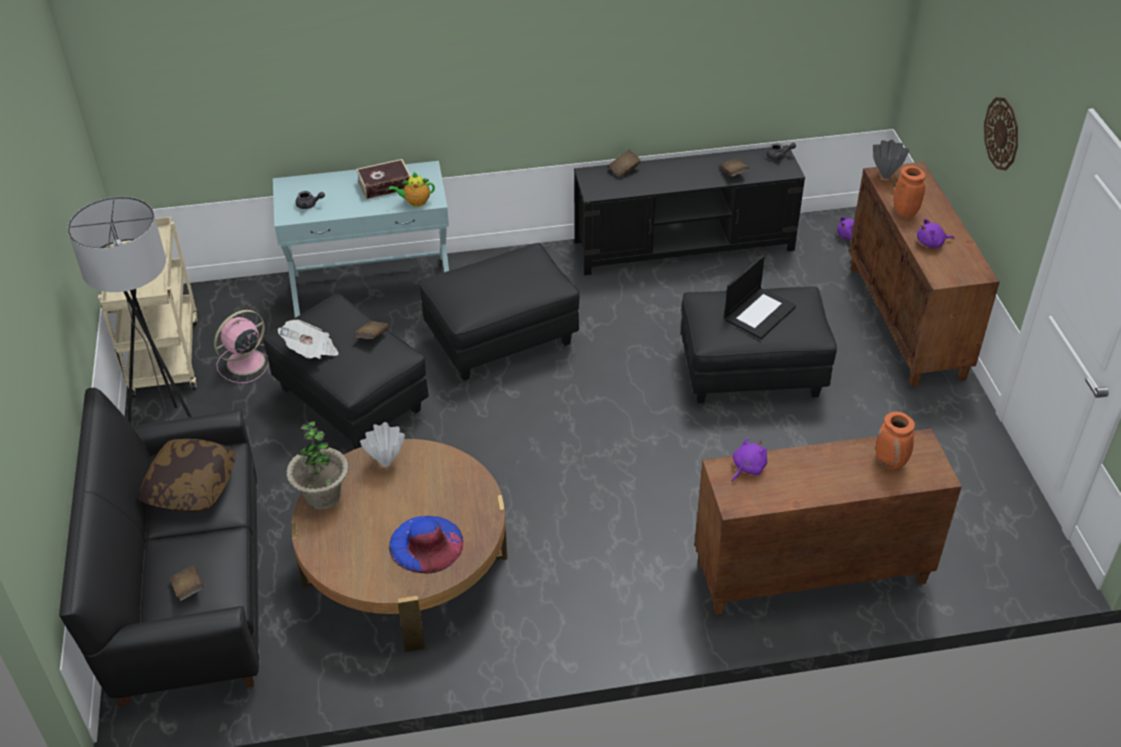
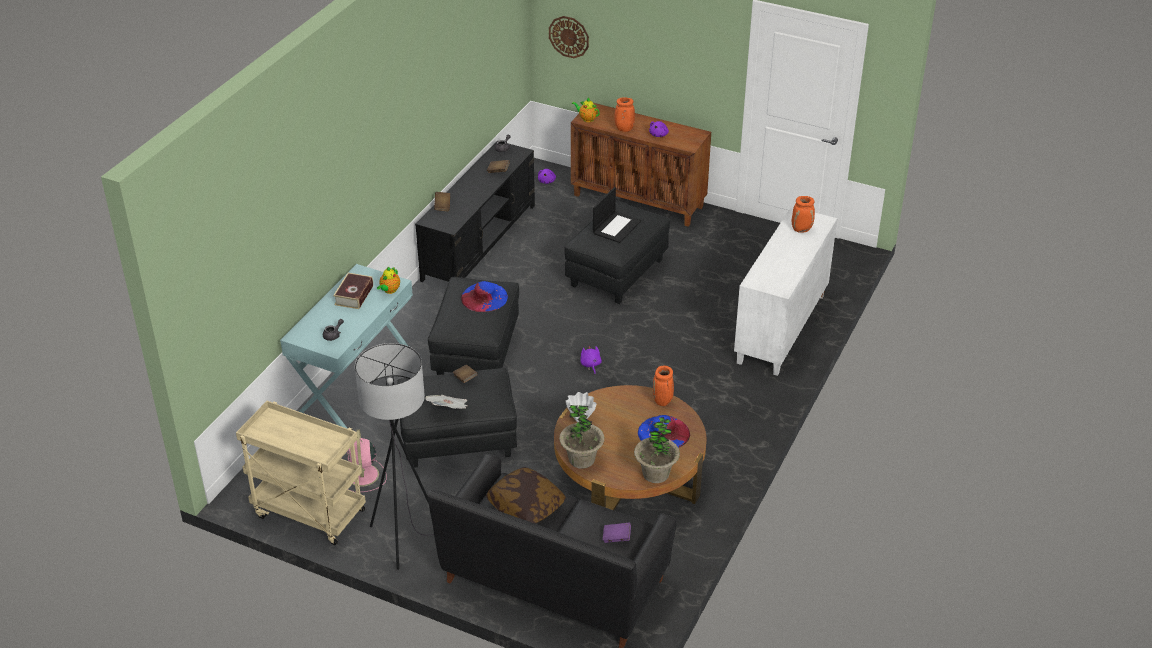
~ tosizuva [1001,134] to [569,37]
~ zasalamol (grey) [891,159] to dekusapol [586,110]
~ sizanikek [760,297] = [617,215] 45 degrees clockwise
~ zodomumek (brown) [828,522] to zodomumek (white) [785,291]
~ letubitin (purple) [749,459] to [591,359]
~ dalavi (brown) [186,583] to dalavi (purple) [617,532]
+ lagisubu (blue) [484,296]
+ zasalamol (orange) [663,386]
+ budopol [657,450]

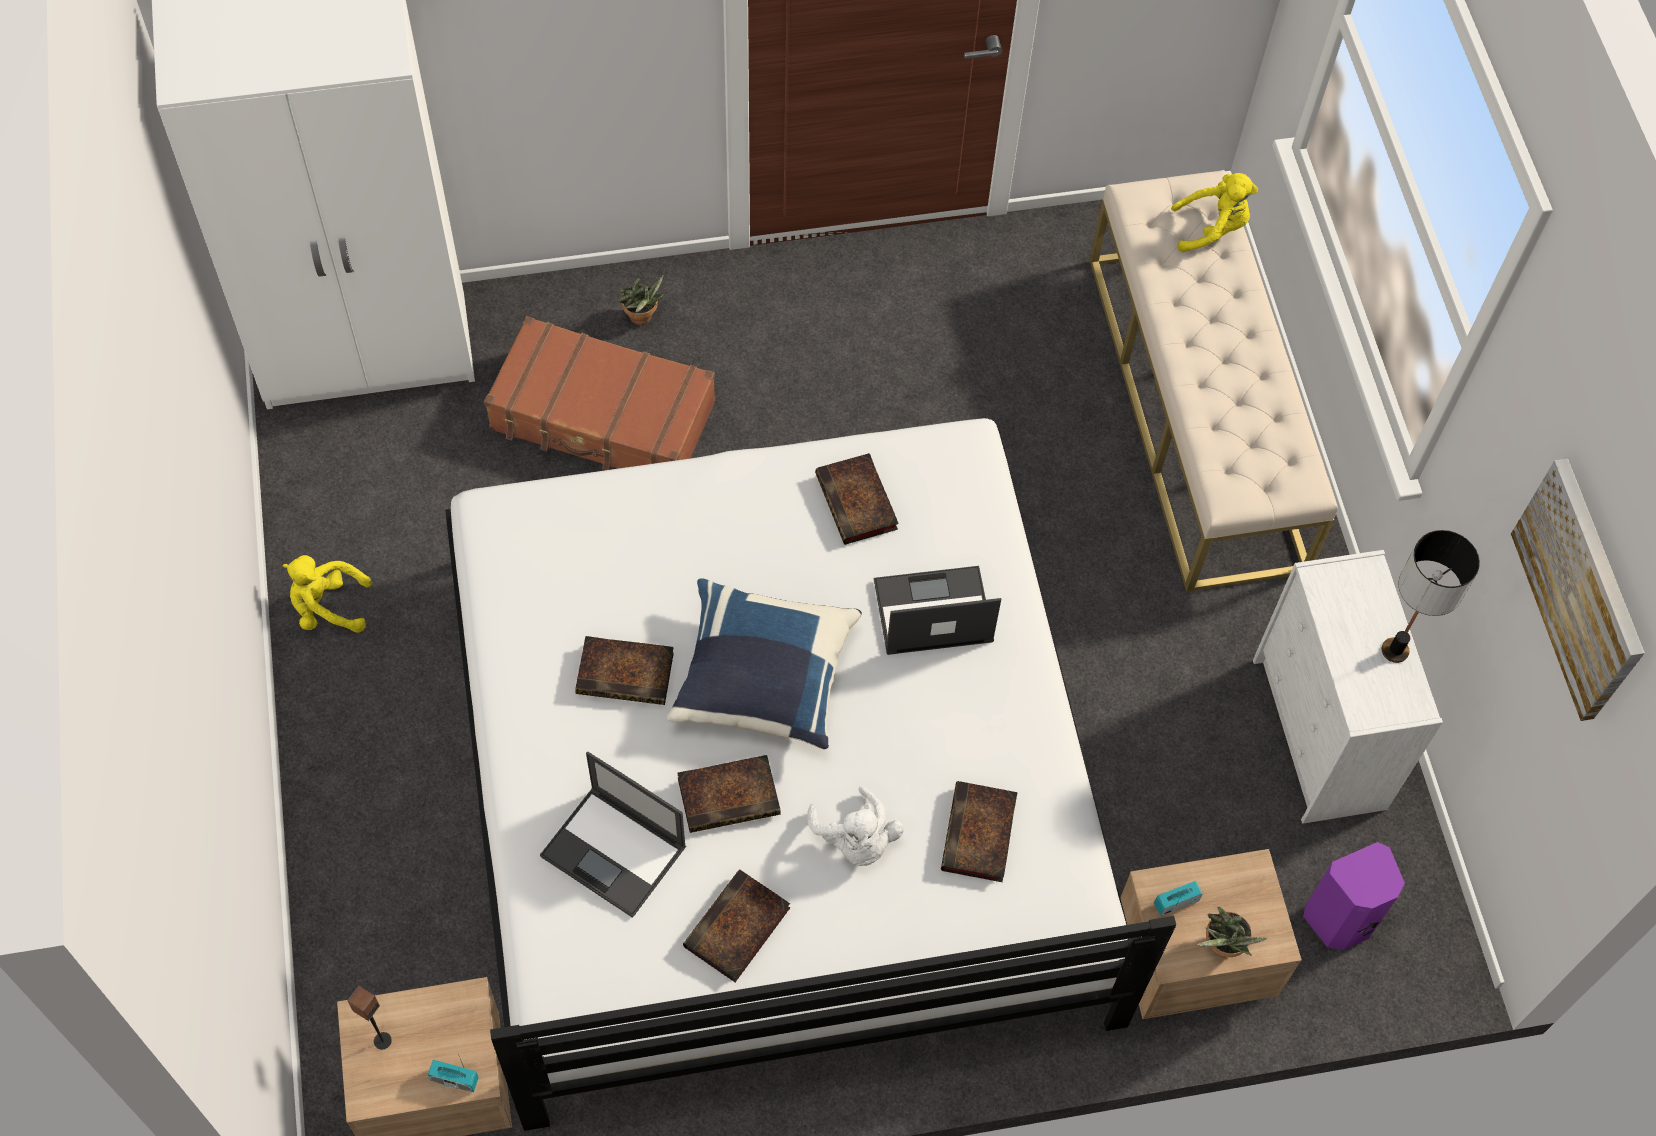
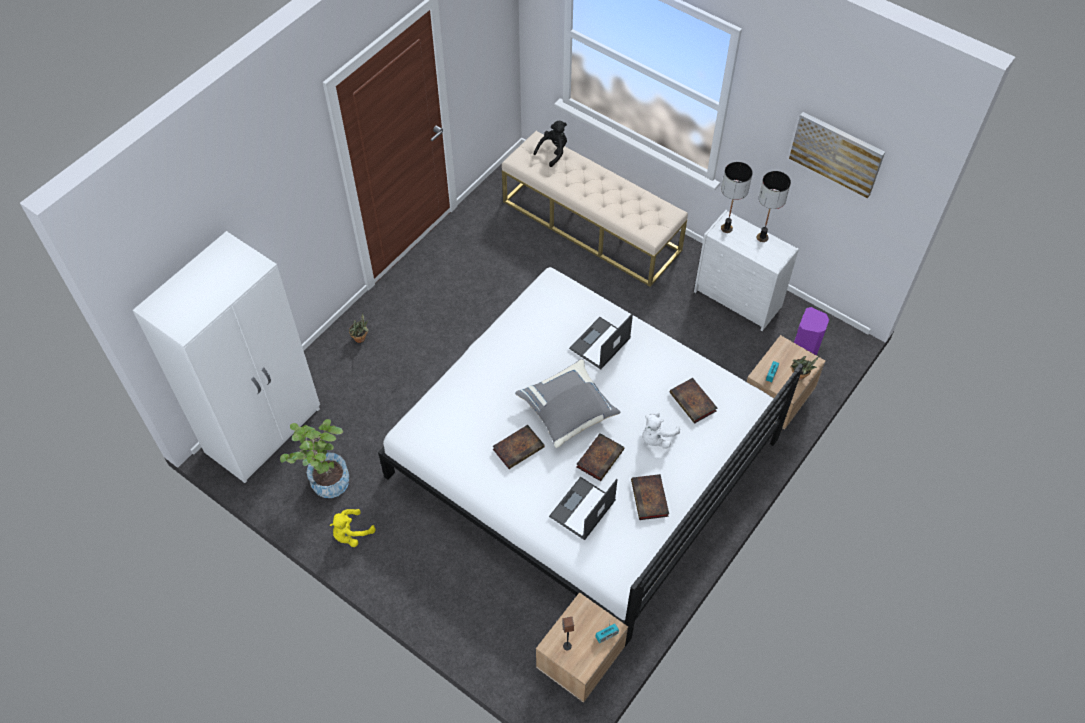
~ letubitin (yellow) [1214,212] to letubitin (black) [550,144]
- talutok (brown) [599,393]
- dalavi [857,499]
~ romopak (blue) [764,663] to romopak (grey) [567,403]
~ sizanikek [613,835] = [583,508] 135 degrees clockwise
~ letubitin (white) [855,826] = [661,430] 105 degrees clockwise
+ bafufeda [737,197]
+ budopol [314,458]

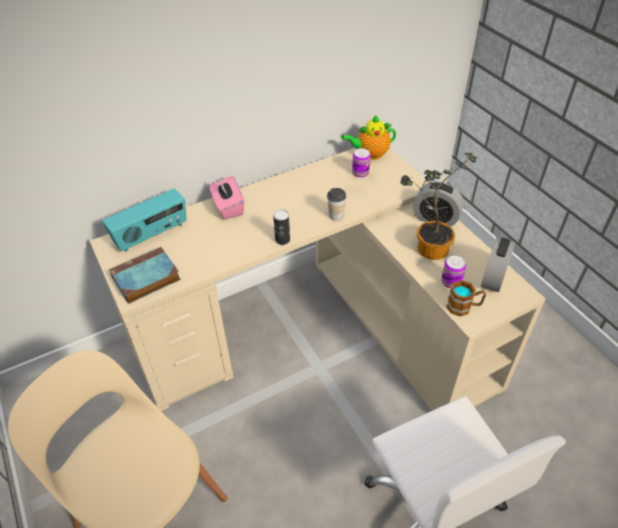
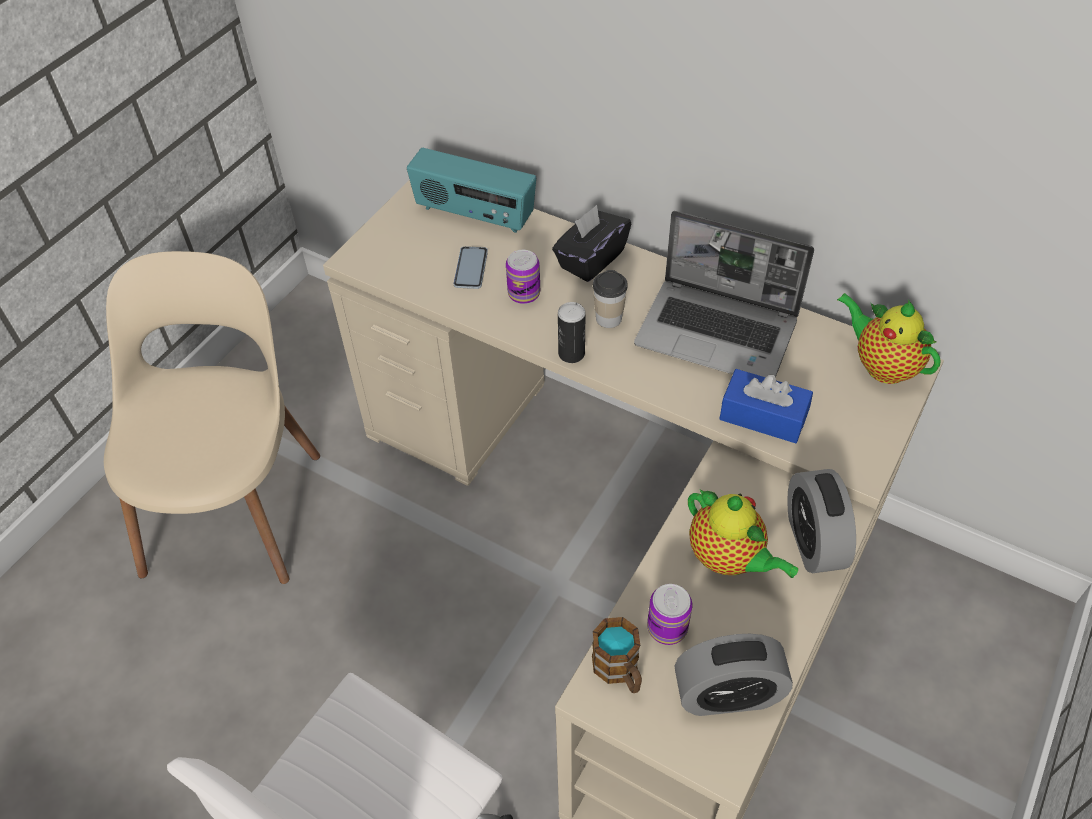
~ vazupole [361,163] to [523,277]
~ budopol [439,206] to dekusapol [743,533]
~ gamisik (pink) [226,197] to gamisik (black) [591,243]
~ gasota [336,204] to [610,299]
- dalavi [145,275]
+ sizanikek [724,294]
+ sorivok [471,267]
+ gamisik (blue) [766,406]

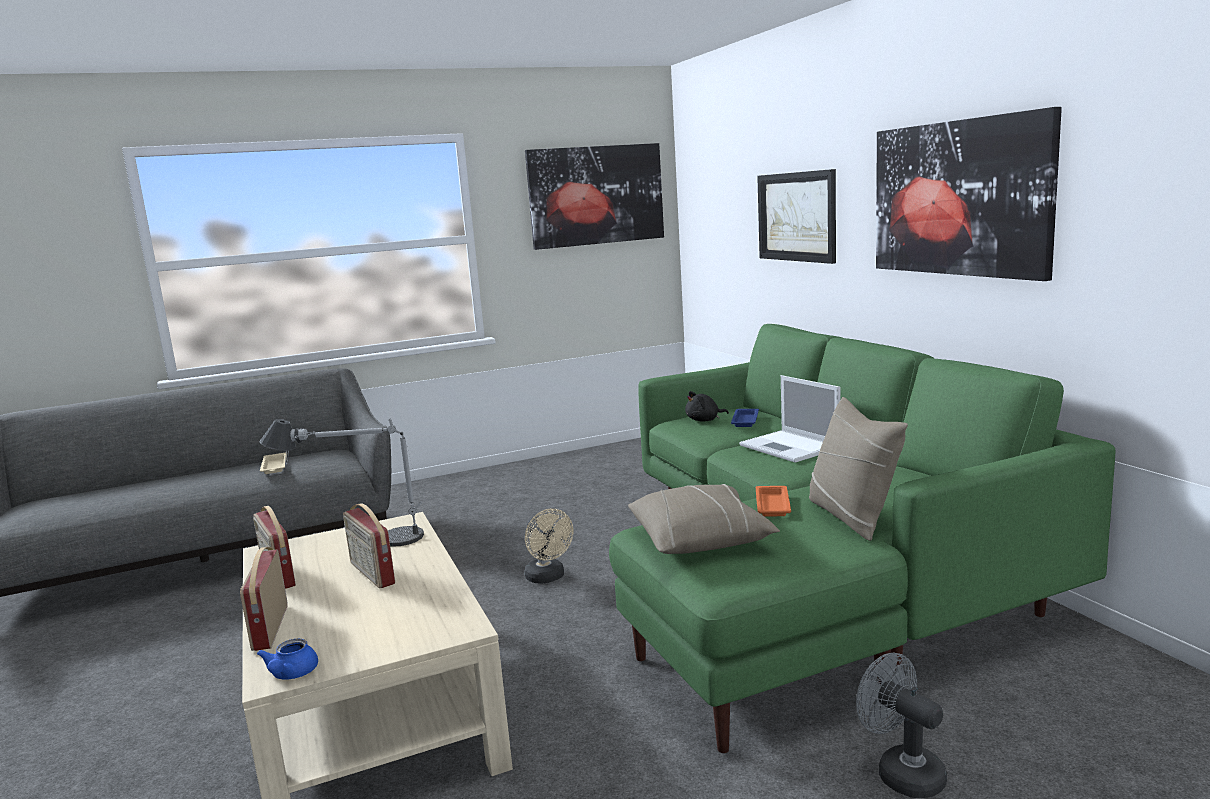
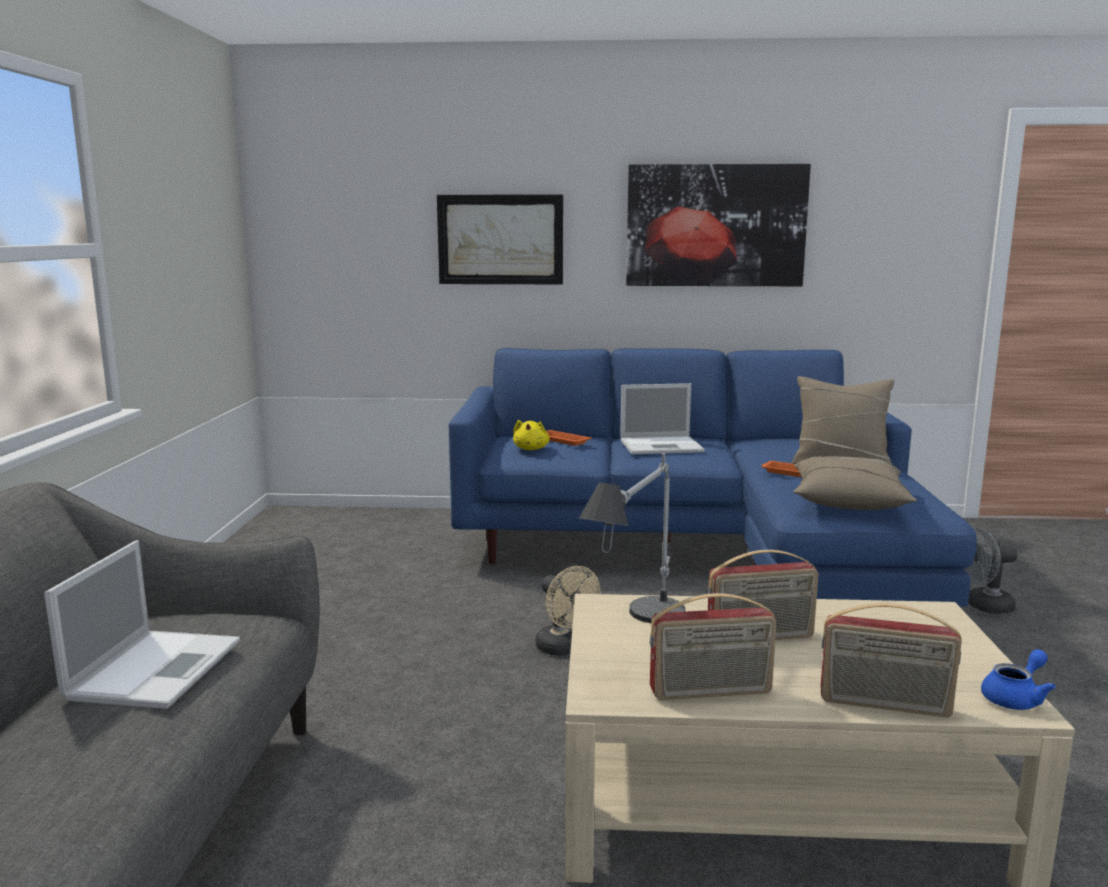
- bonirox [594,196]
~ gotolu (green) [862,538] to gotolu (blue) [713,477]
~ letubitin (black) [707,406] to letubitin (yellow) [531,435]
~ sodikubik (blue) [745,418] to sodikubik (orange) [569,438]
~ sodikubik (beige) [273,463] to sizanikek [142,624]
~ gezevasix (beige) [549,546] = [567,611] 60 degrees clockwise
~ dekusapol (blue) [287,659] = [1018,679] 60 degrees counterclockwise

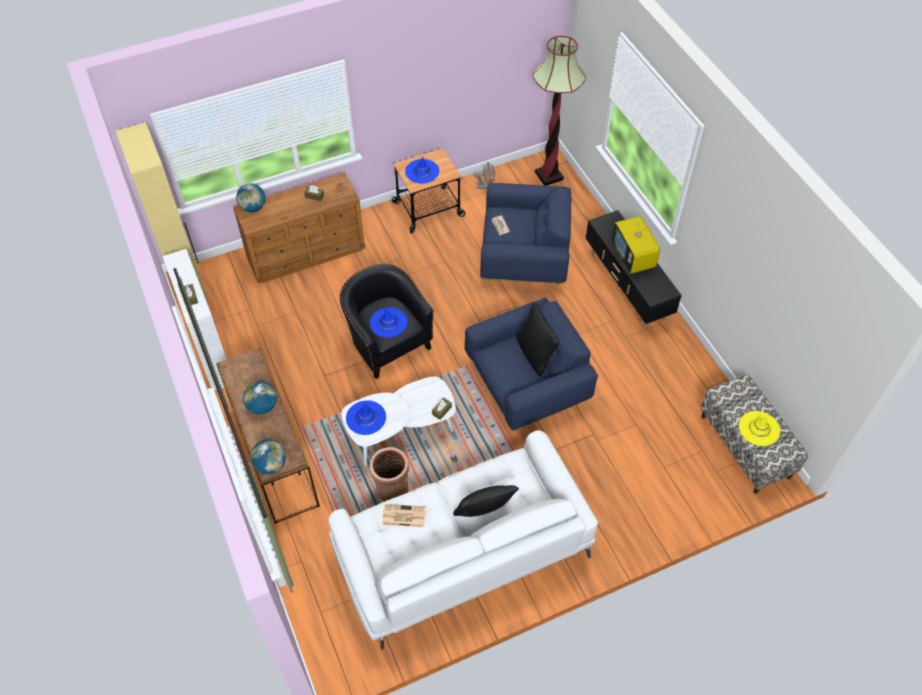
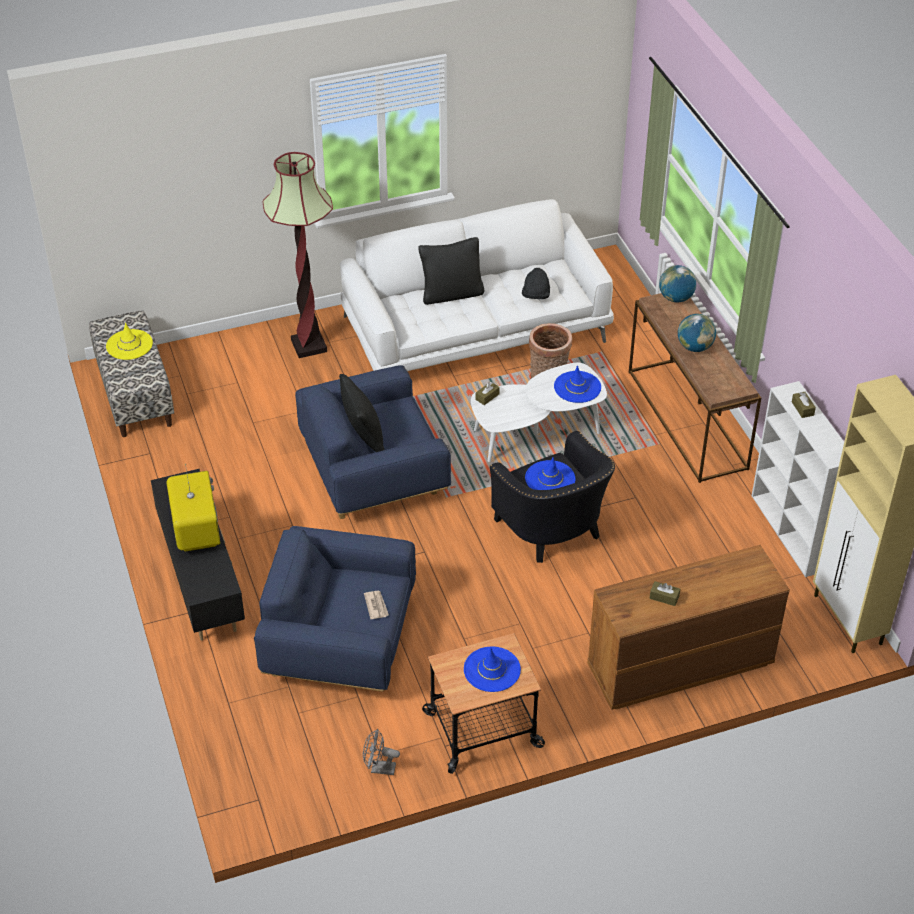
~ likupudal [559,111] to [298,255]
- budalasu [251,197]
~ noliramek [404,515] to lagisubu (black) [536,283]

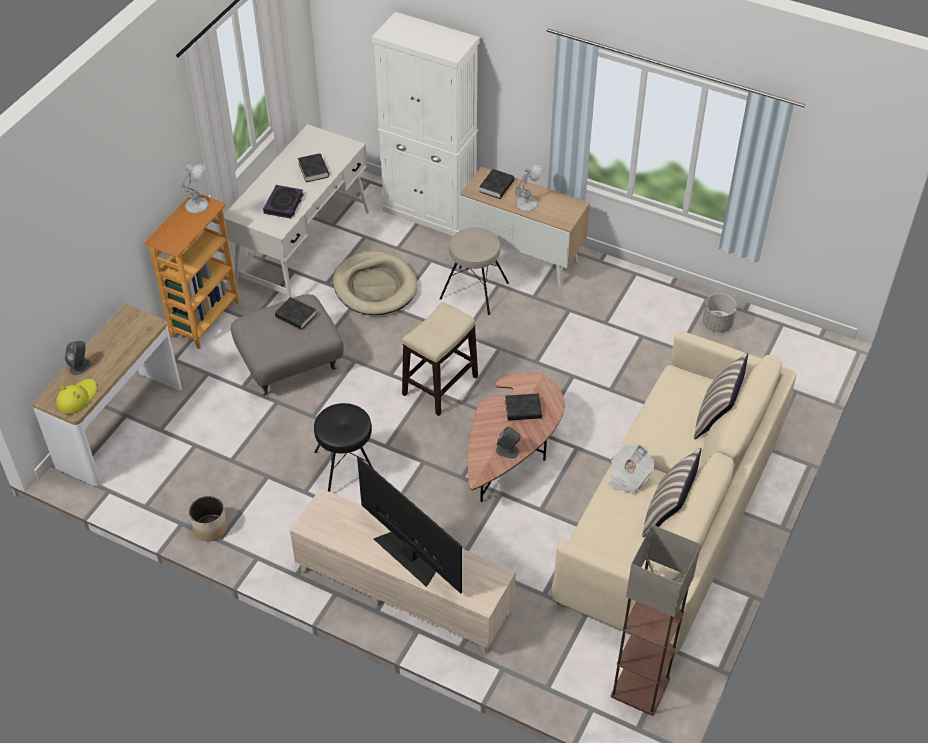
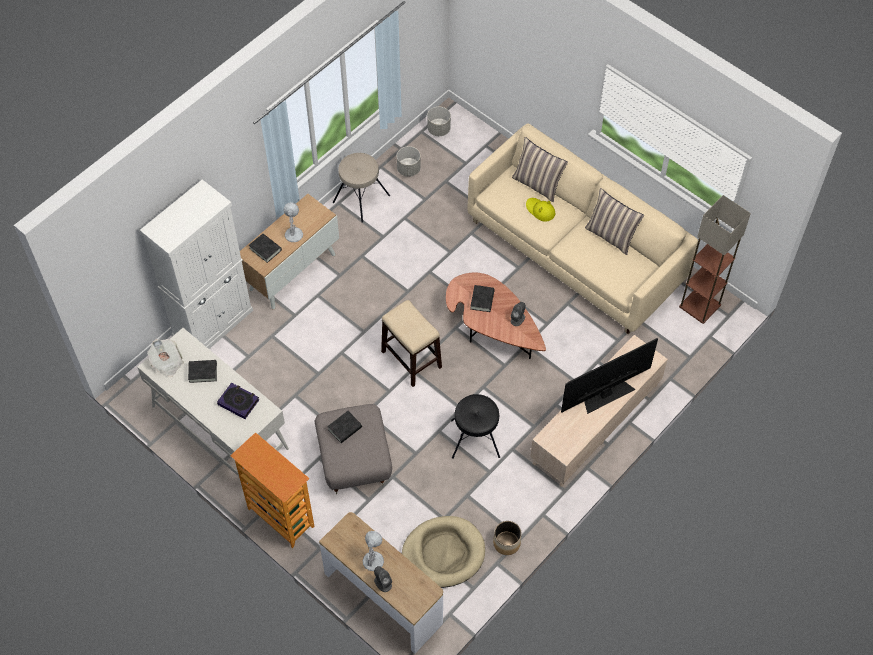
~ bafufeda (white) [195,188] to [373,551]
~ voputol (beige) [474,271] to [361,188]
~ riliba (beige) [375,283] to [443,552]
~ lagisubu (yellow) [76,396] to [540,210]
~ noliramek [632,469] to [165,358]
+ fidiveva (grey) [439,121]

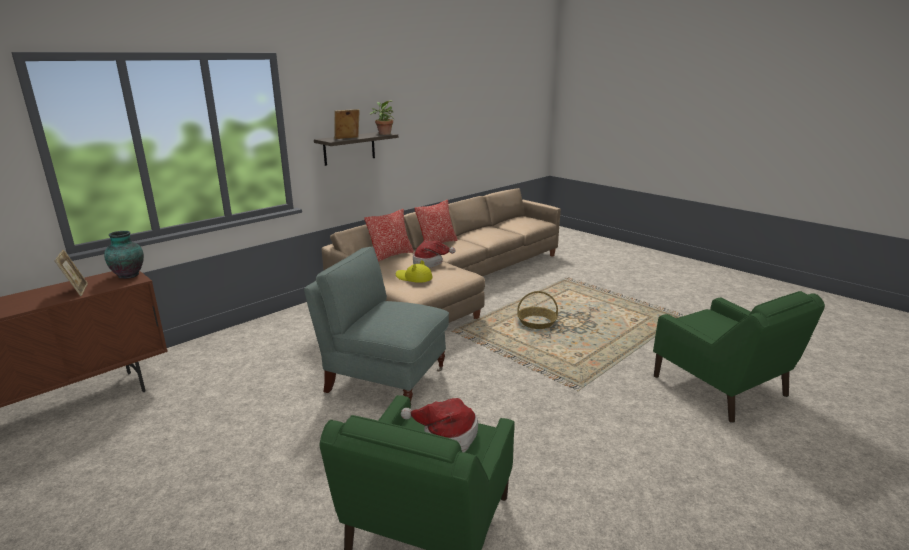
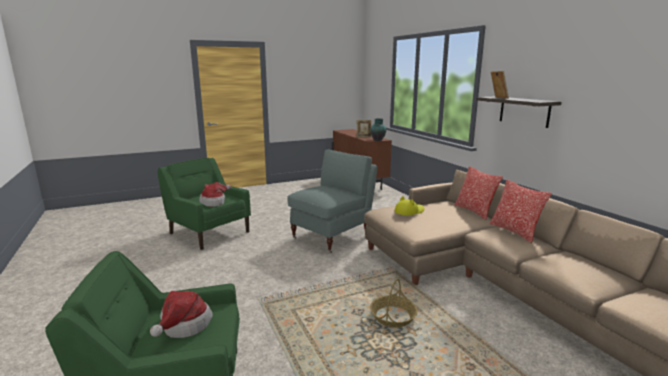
- budopol [382,117]
~ lagisubu [434,254] to [181,314]

